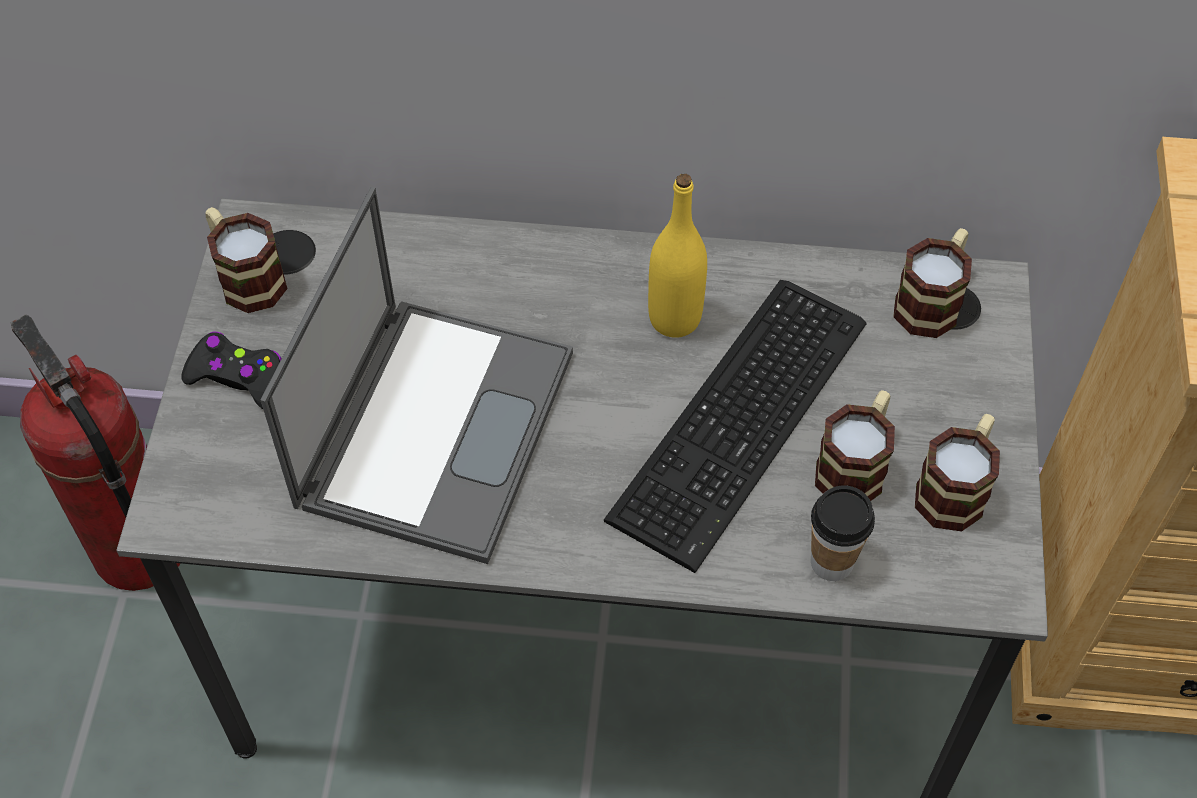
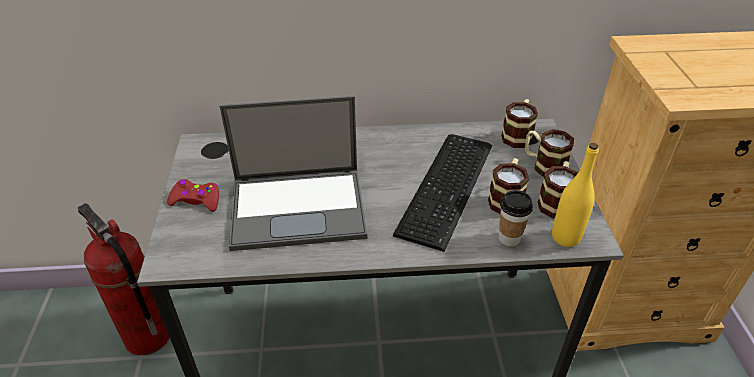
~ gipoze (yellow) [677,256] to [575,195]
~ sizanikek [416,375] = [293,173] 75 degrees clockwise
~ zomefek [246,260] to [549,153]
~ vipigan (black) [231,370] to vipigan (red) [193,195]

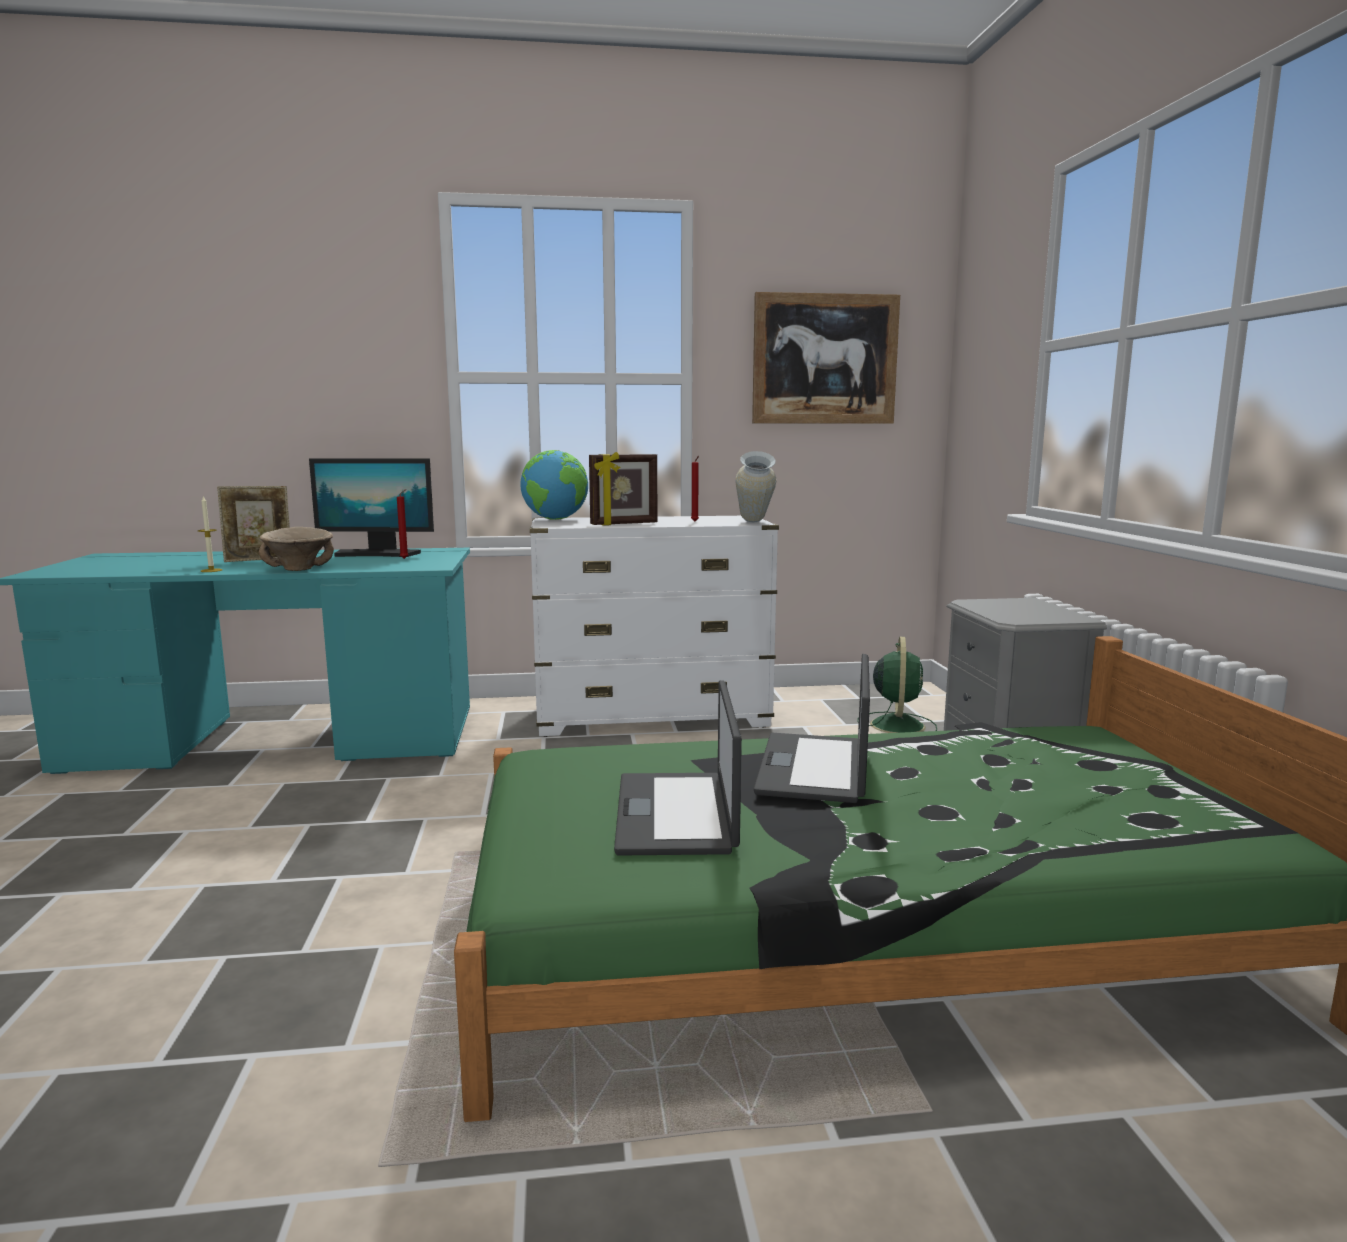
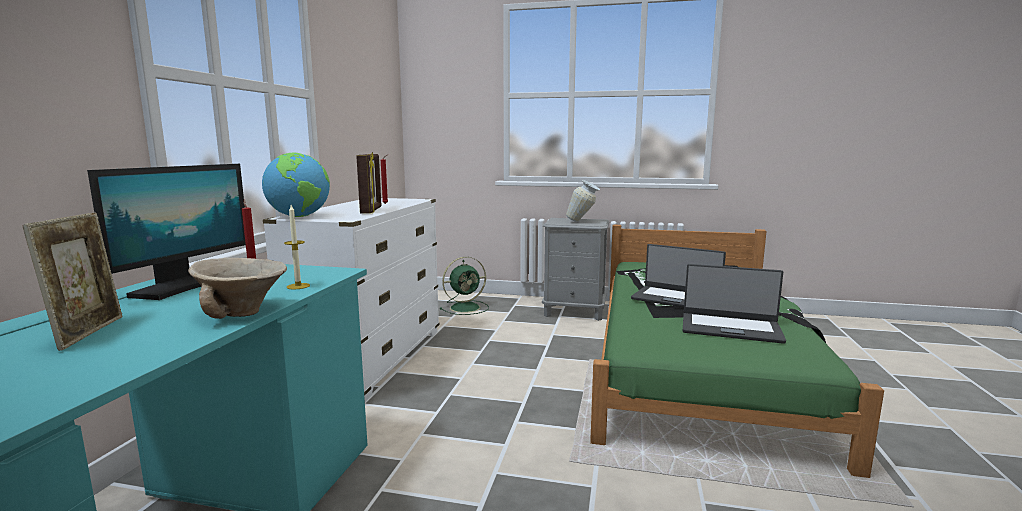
- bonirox [826,358]
~ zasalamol [756,487] to [583,201]
~ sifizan [210,534] to [297,247]
~ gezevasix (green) [897,685] = [464,286] 120 degrees clockwise

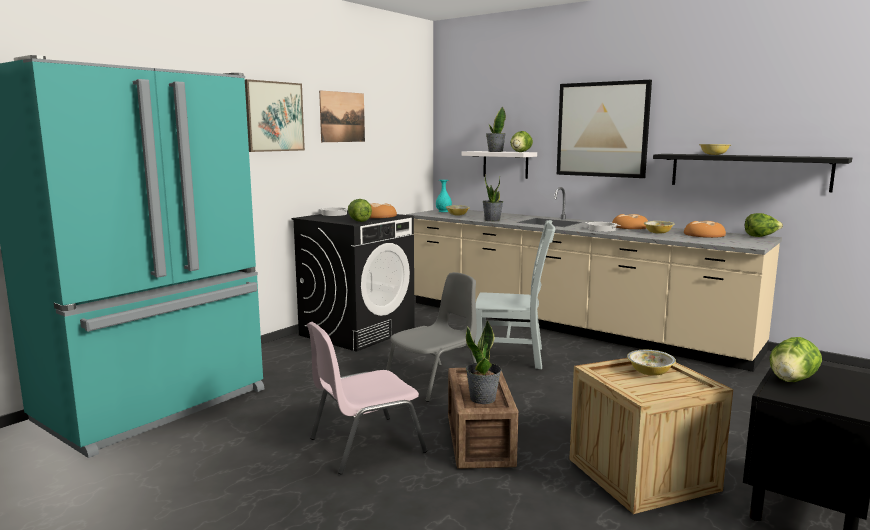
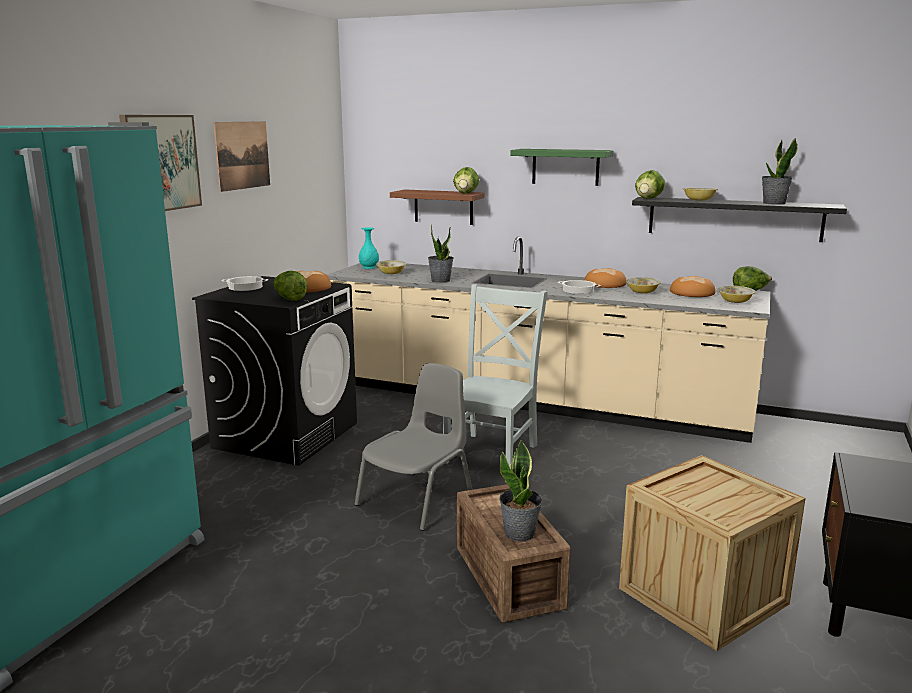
~ bonirox [604,129] to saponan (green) [561,167]
~ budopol [496,129] to [780,171]
~ saponan (white) [499,165] to saponan (brown) [437,207]
~ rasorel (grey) [515,294] = [495,375] 60 degrees counterclockwise
- rasorel (pink) [367,398]
~ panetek [795,359] to [650,184]
~ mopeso [651,363] to [737,294]

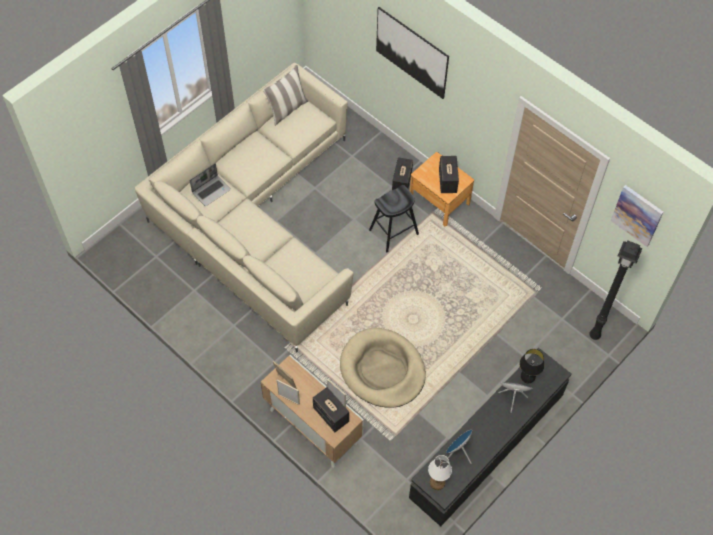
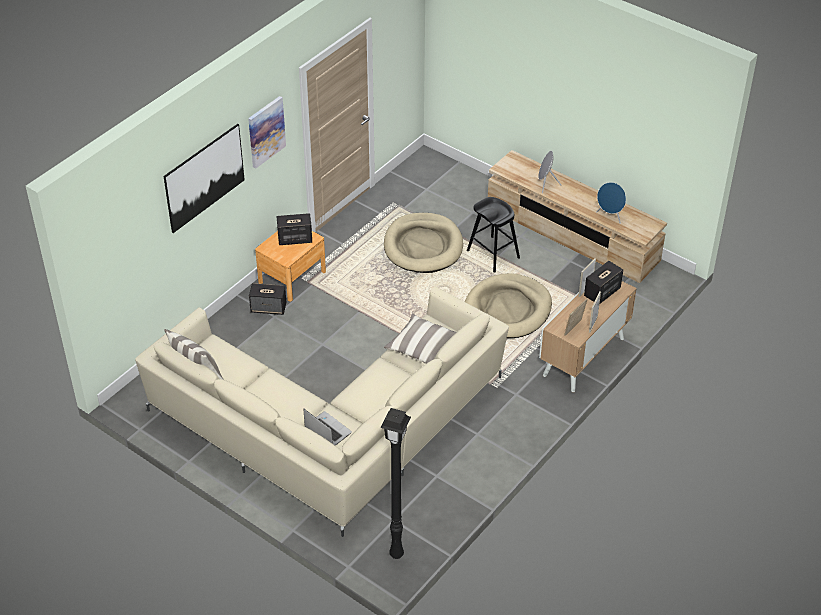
~ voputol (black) [394,218] to [493,235]
~ bonirox [637,216] to [267,132]
~ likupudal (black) [616,290] to [395,483]
~ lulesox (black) [490,437] to lulesox (beige) [577,216]
- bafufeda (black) [531,366]
- bafufeda (white) [440,472]
+ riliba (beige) [423,243]
+ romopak [420,339]

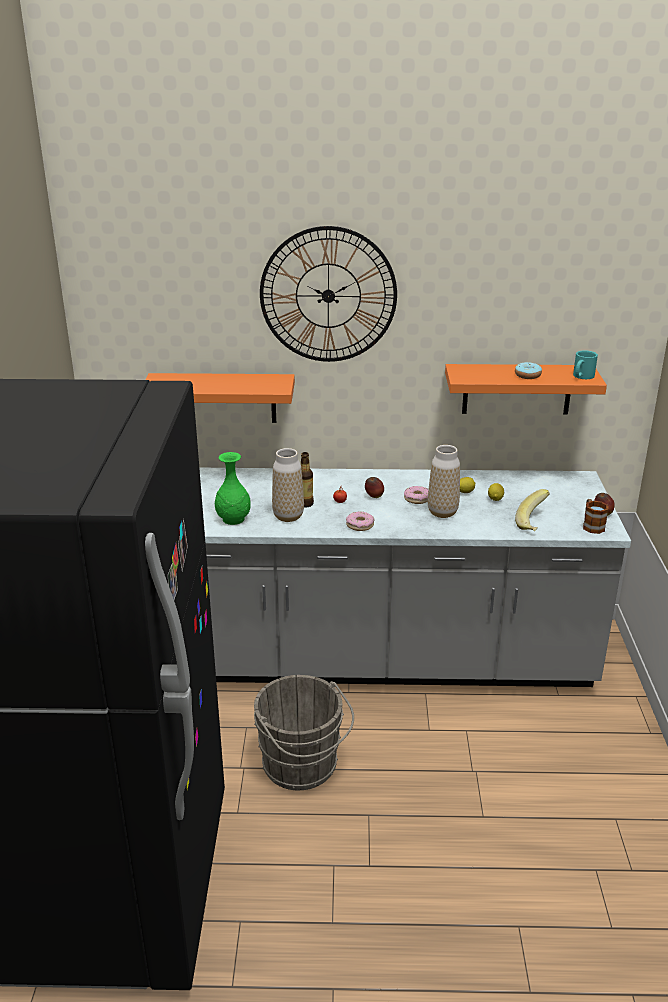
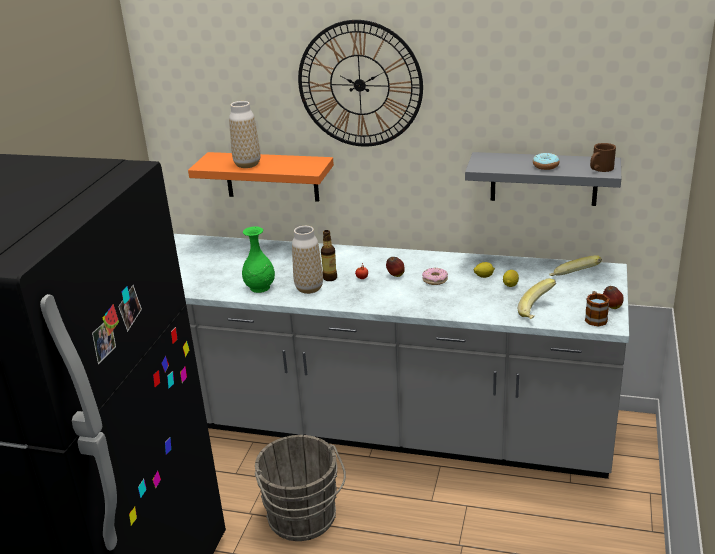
~ zomefek (turquoise) [585,364] to zomefek (brown) [603,157]
~ saponan (orange) [526,389] to saponan (grey) [543,179]
~ zasalamol [444,481] to [244,134]
- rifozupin [360,521]
+ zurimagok [575,265]

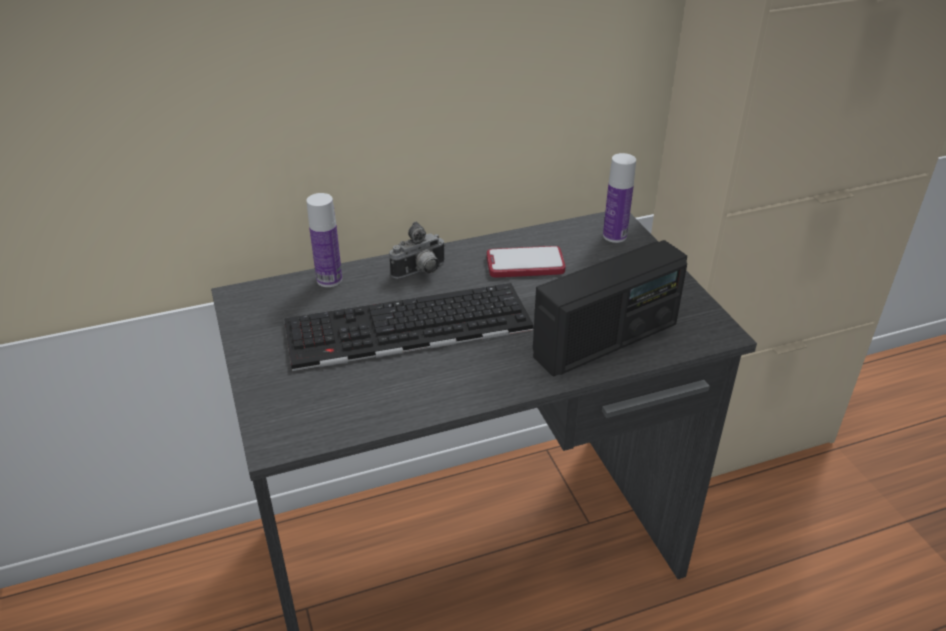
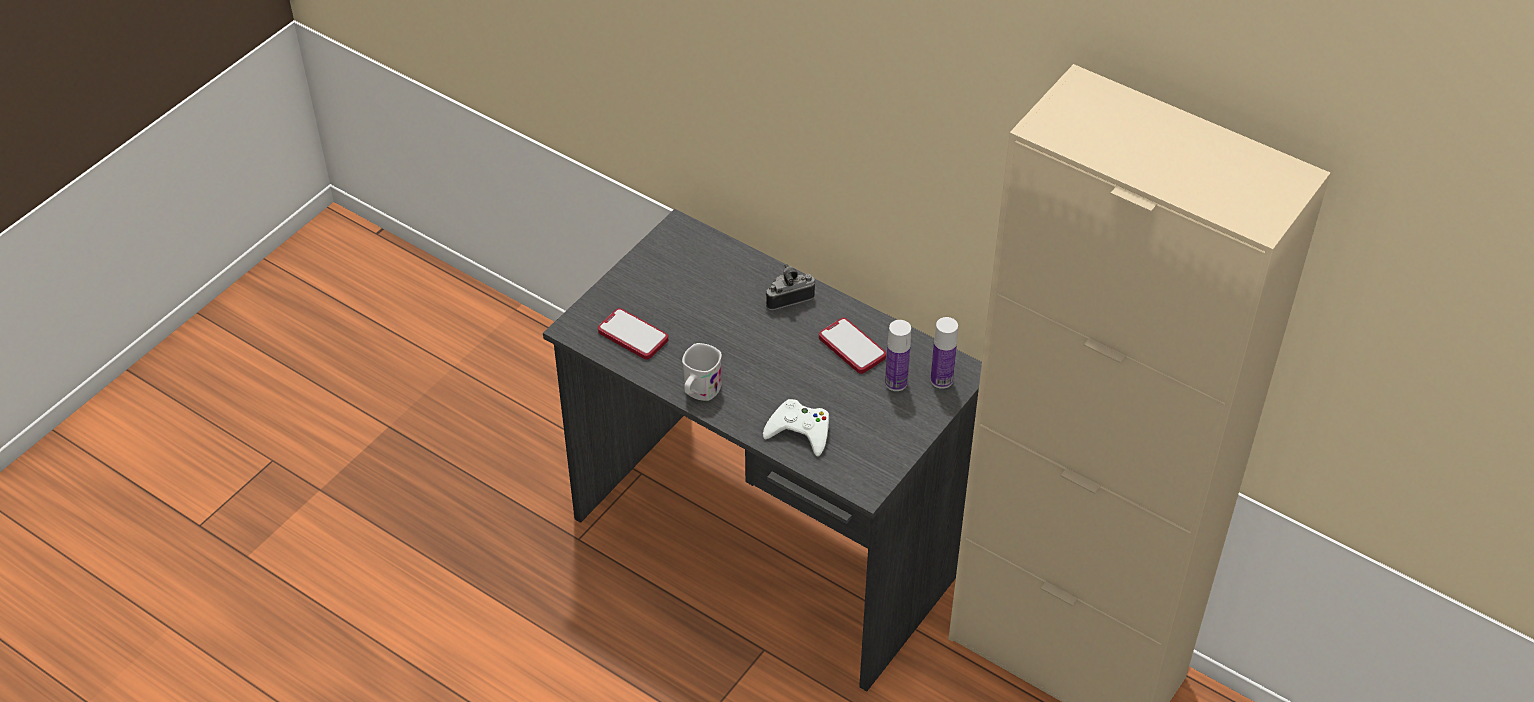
~ gipoze [324,240] to [898,355]
~ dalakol [417,250] = [790,287] 135 degrees clockwise
~ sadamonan [610,308] to vipigan (white) [796,427]
- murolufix [409,327]
+ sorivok [633,334]
+ zomefek (white) [702,372]

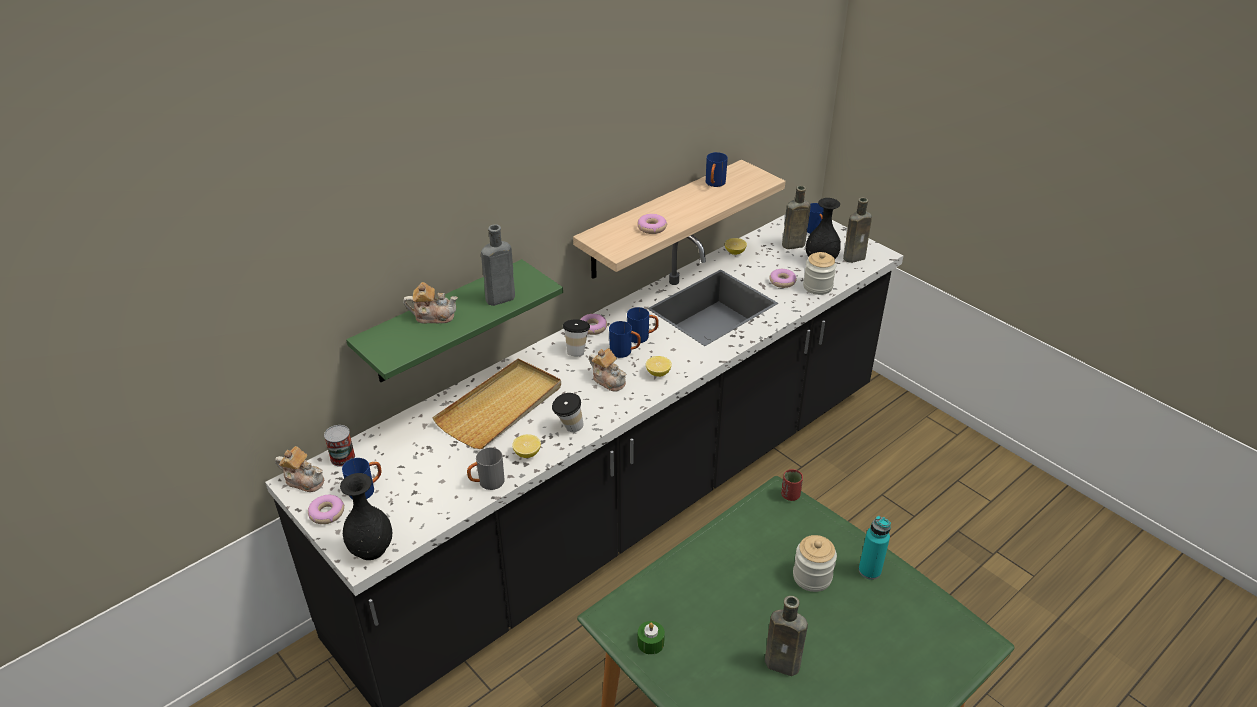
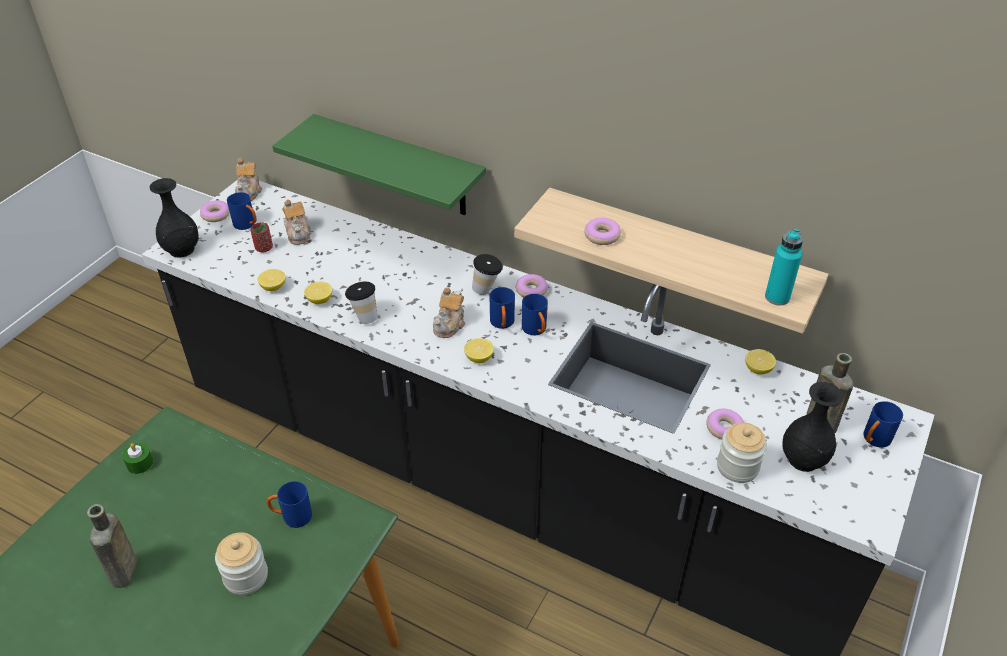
~ zomefek (blue) [717,169] to [289,504]
- gipoze (brown) [857,230]
- gipoze (grey) [498,265]
~ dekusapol [430,303] to [296,222]
- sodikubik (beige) [496,404]
- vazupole [339,446]
~ zomefek (grey) [486,469] to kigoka [272,280]
~ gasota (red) [792,485] to [261,237]
~ gipoze (turquoise) [875,548] to [784,267]

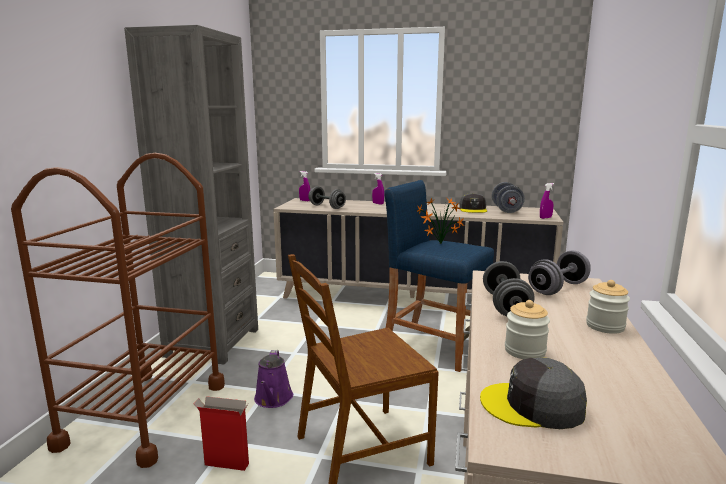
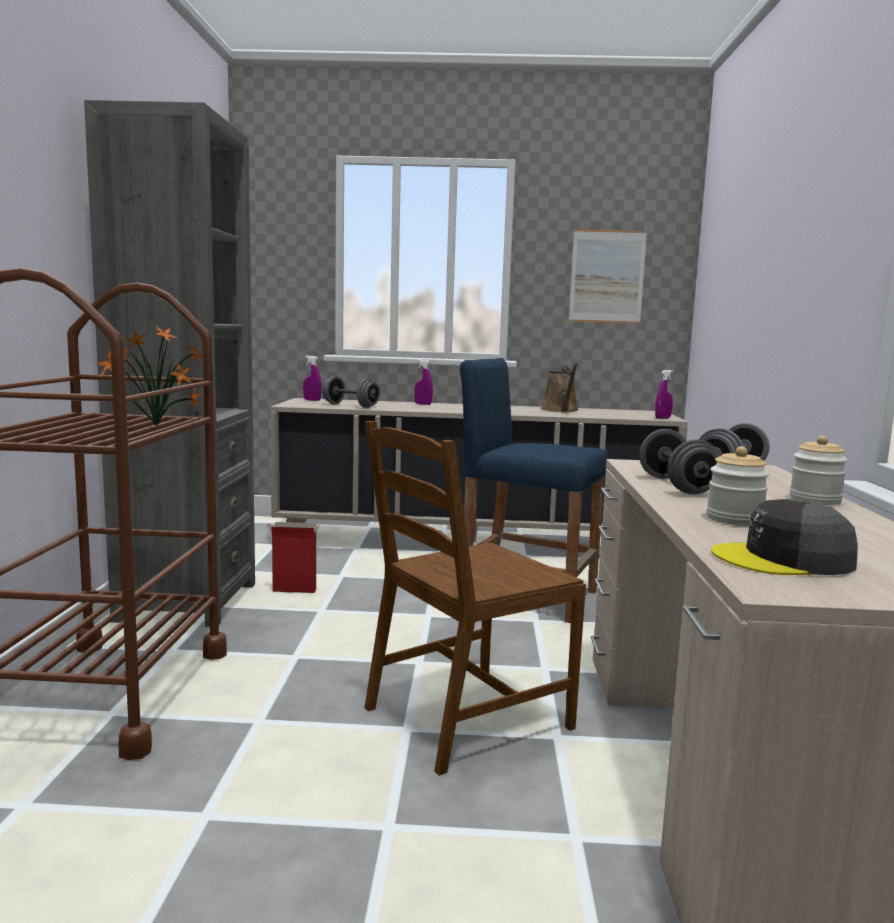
- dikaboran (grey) [508,197]
~ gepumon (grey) [473,203] to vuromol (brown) [559,387]
~ budopol [440,220] to [150,376]
- vuromol (purple) [273,379]
~ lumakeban [221,433] to [293,557]
+ bonirox [608,276]

